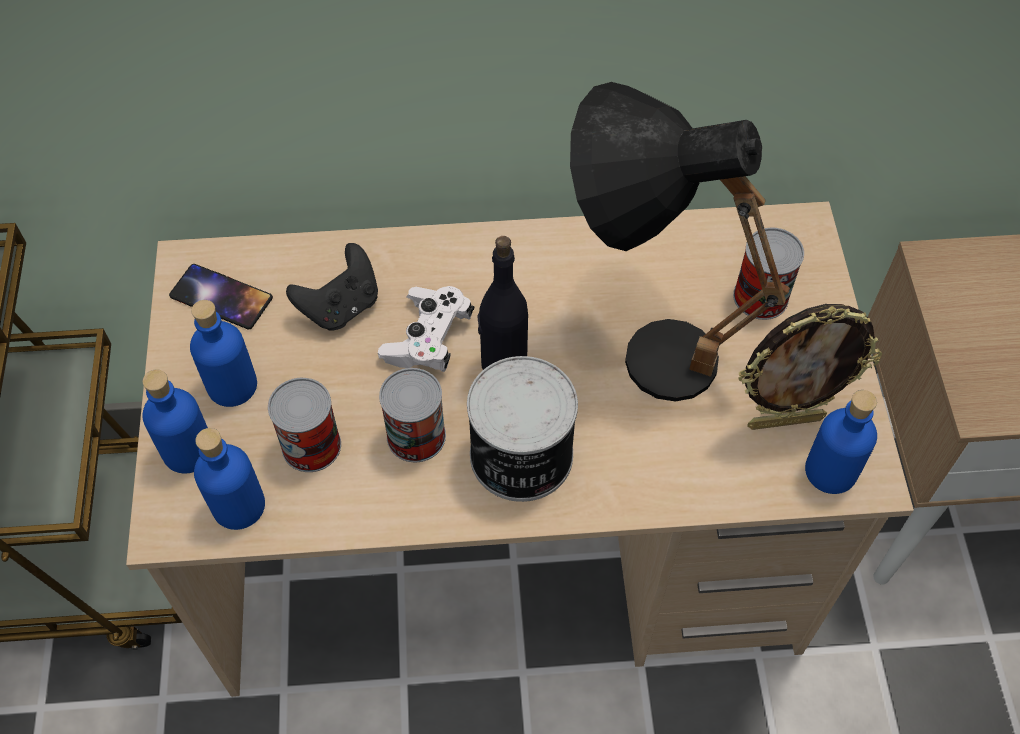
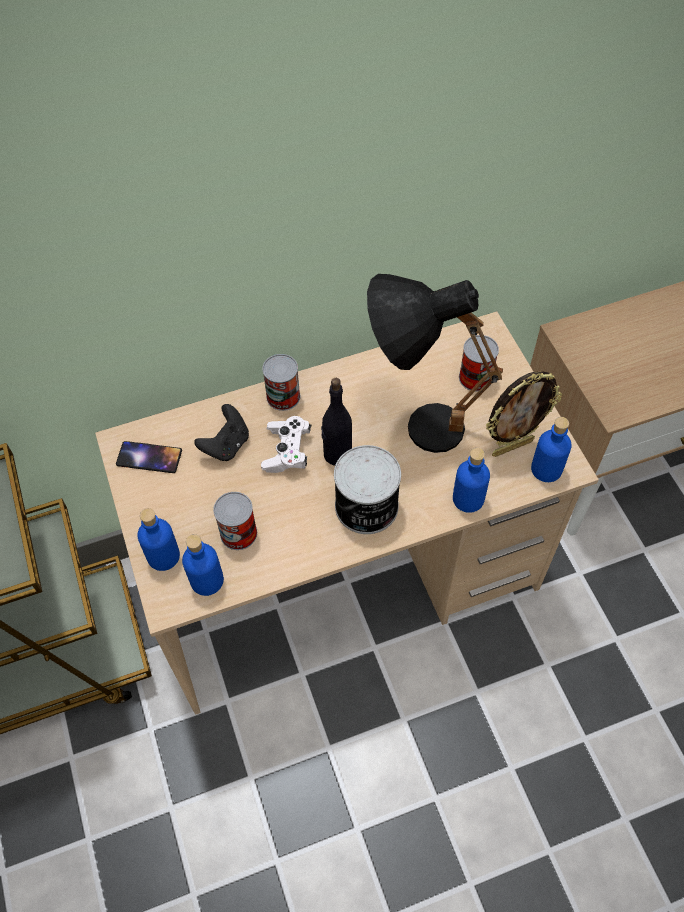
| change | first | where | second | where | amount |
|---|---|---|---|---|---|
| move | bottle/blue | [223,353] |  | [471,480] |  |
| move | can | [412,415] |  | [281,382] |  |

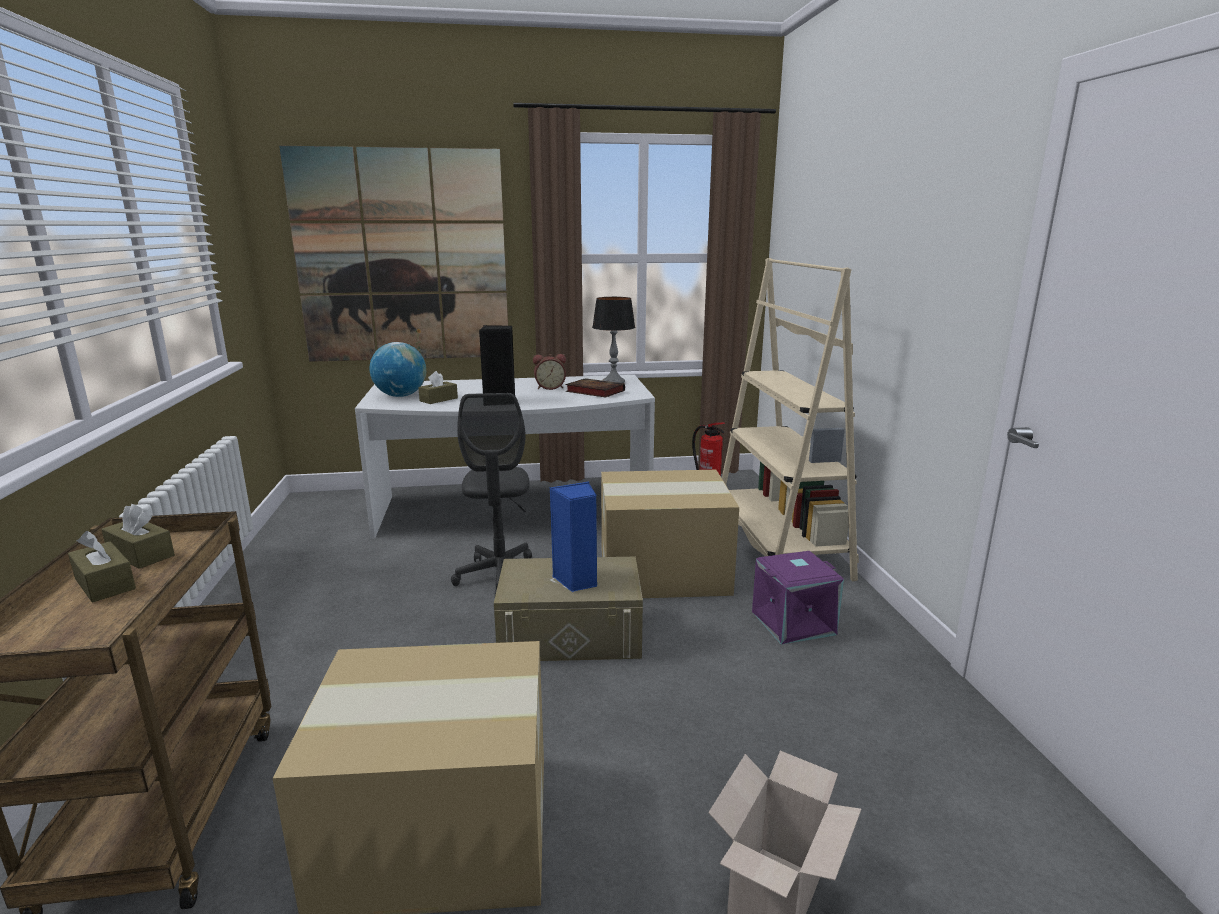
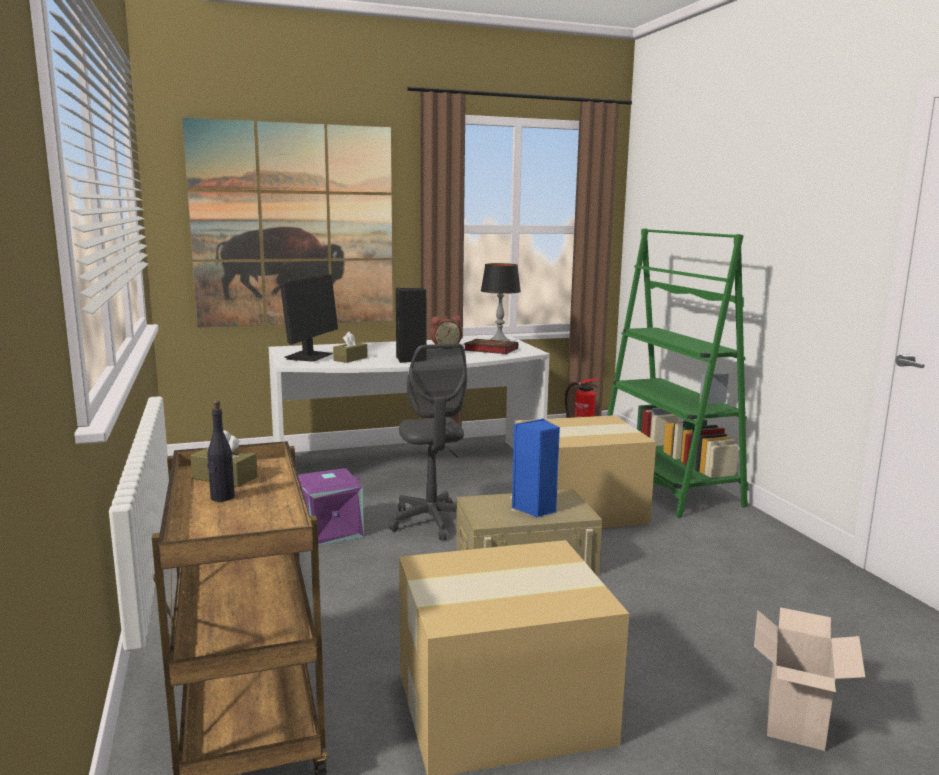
| change | first | where | second | where | amount |
|---|---|---|---|---|---|
| recolor | bookcase/beige | [790,419] | bookcase/green | [677,373] |  |
| replace | globe | [397,369] | monitor | [309,318] |  |
| replace | tissue box/brown | [102,566] | bottle/black | [221,451] |  |
| move | storage box/purple | [798,597] |  | [331,506] |  |

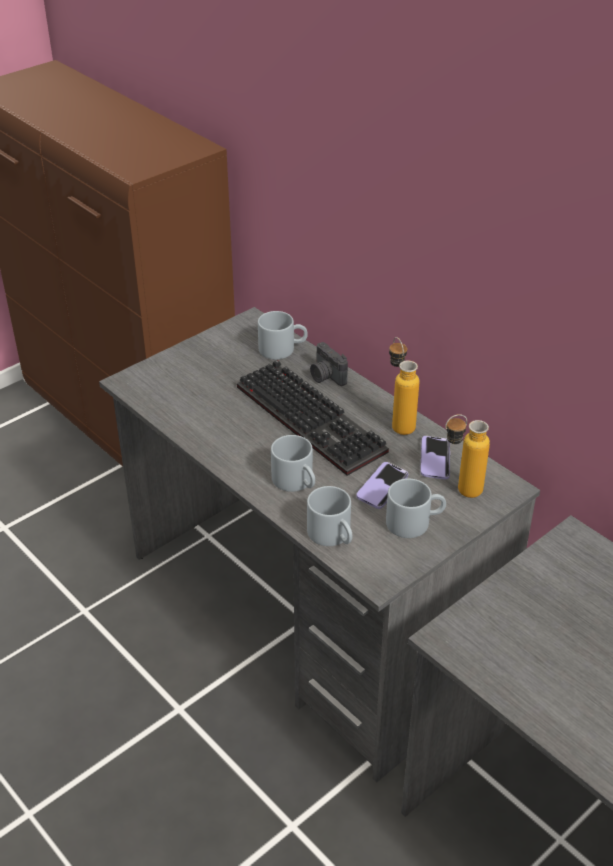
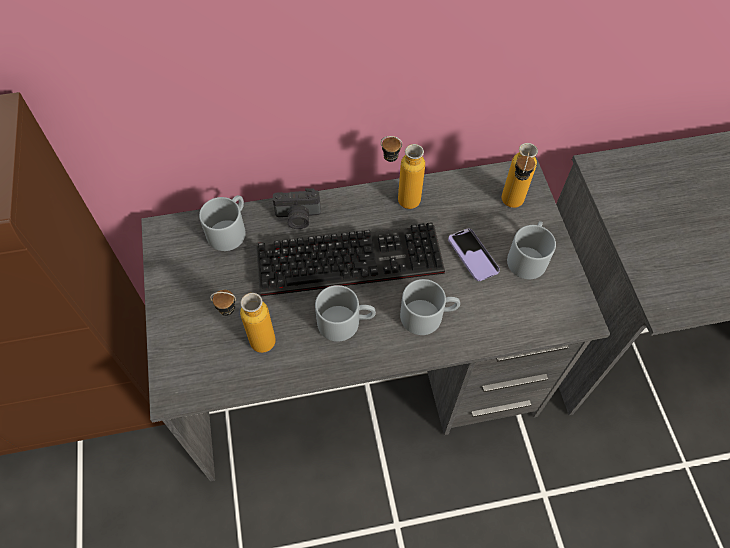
| change | first | where | second | where | amount |
|---|---|---|---|---|---|
| delete | phone | [435,458] |  |  |  |
| move | mug/grey | [329,516] |  | [345,313] |  |
| insert |  |  | bottle | [243,321] |  |

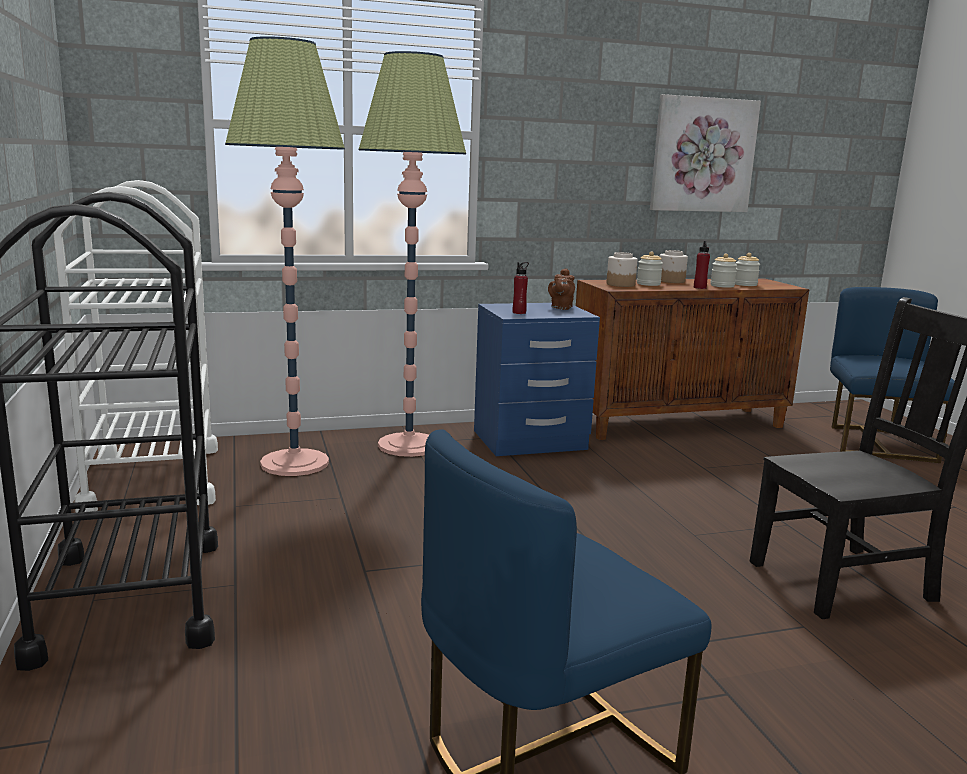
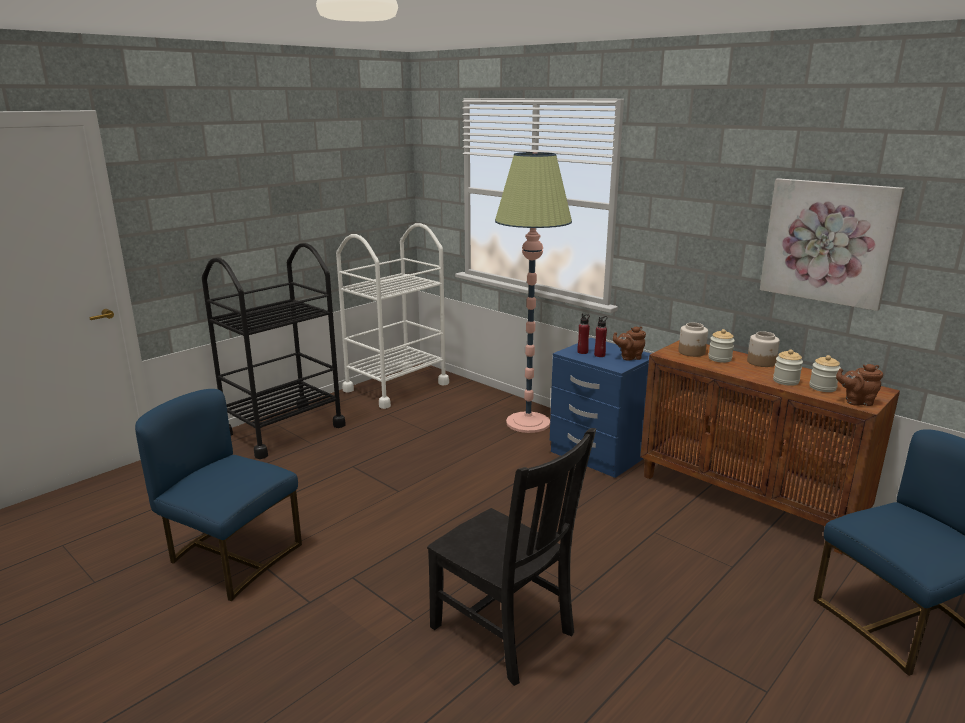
| change | first | where | second | where | amount |
|---|---|---|---|---|---|
| delete | floor lamp | [285,256] |  |  |  |
| move | bottle/red | [702,264] |  | [601,336] |  |
| insert |  |  | teapot/brown | [859,385] |  |

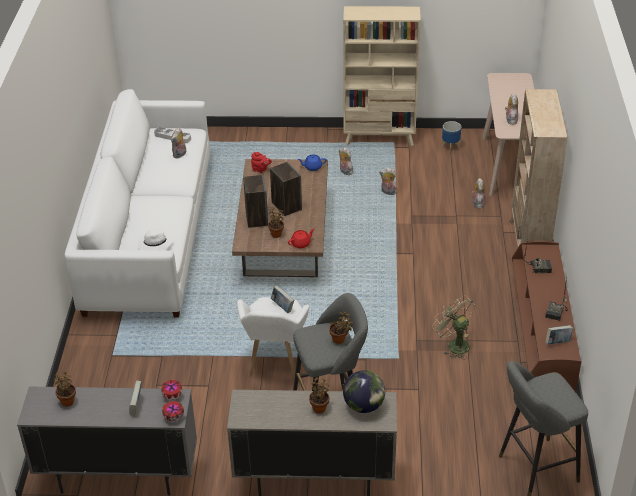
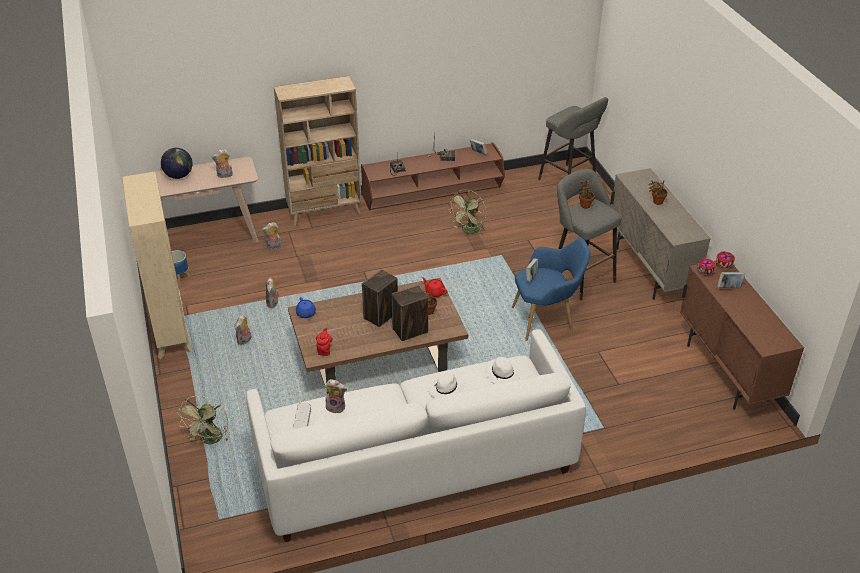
| change | first | where | second | where | amount |
|---|---|---|---|---|---|
| recolor | armchair/white | [273,338] | armchair/blue | [551,289] |  |
| move | globe | [364,391] |  | [177,163] |  |
| delete | potted plant | [65,389] |  |  |  |
| recolor | cabinet/grey | [107,441] | cabinet/brown | [742,335] |  |
| insert |  |  | hat/white | [446,385] |  |
| insert |  |  | fan/green | [204,420] |  |

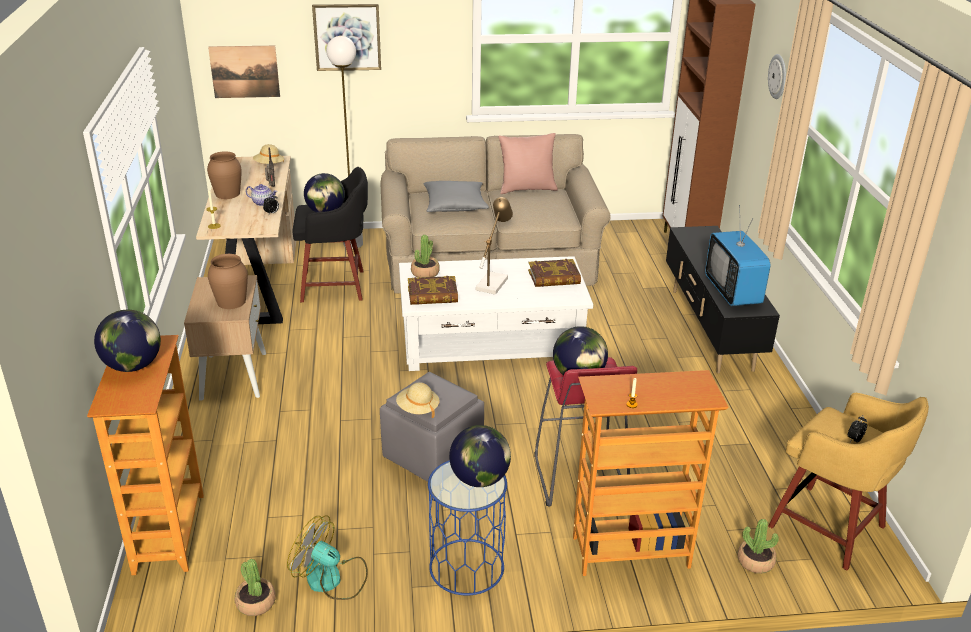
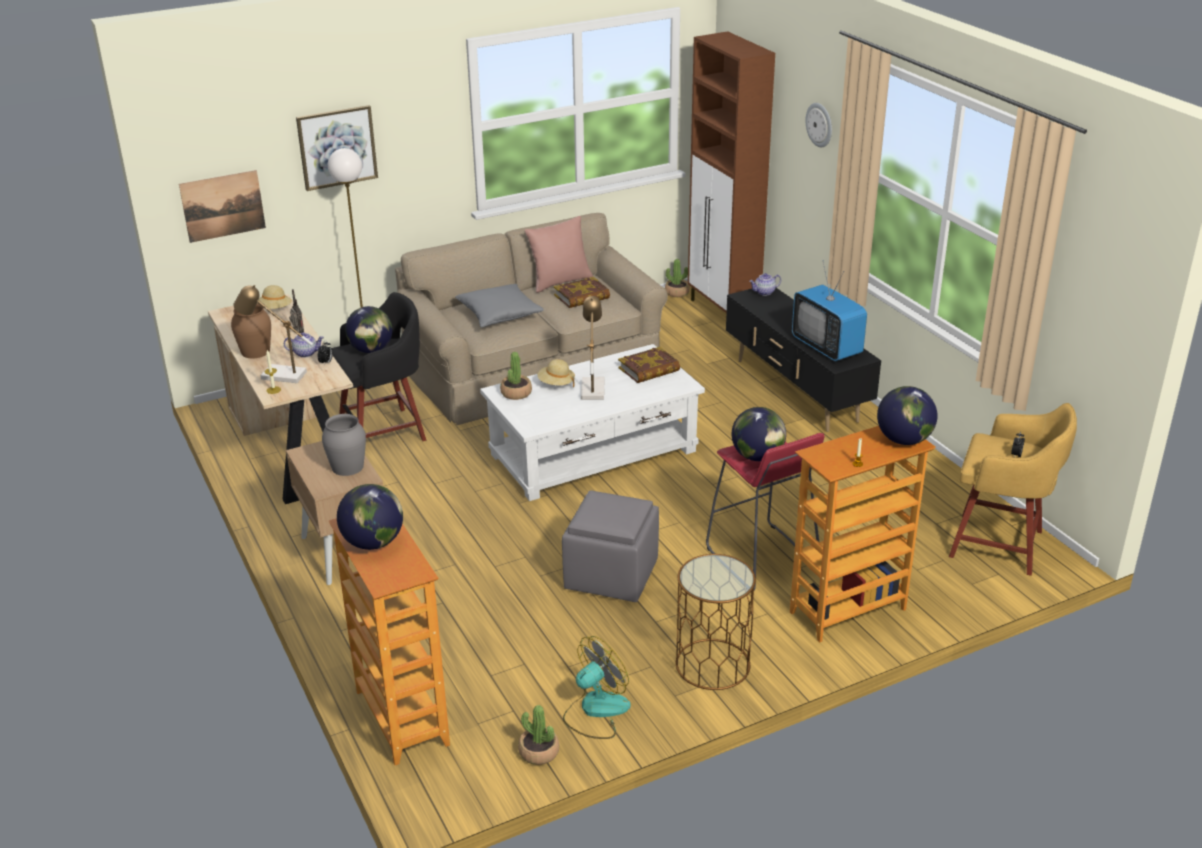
| change | first | where | second | where | amount |
|---|---|---|---|---|---|
| recolor | vase/brown | [228,281] | vase/grey | [344,445] |  |
| move | book | [433,290] |  | [582,292] |  |
| move | hat/beige | [417,400] |  | [556,373] |  |
| move | globe | [480,456] |  | [907,415] |  |
| recolor | side table/blue | [467,527] | side table/brown | [716,622] |  |
| rotate | fan | [327,558] |  | [597,687] | 135 degrees clockwise |
| move | potted plant | [758,546] |  | [677,278] |  |
| insert |  |  | teapot | [765,284] |  |
| insert |  |  | table lamp | [273,334] |  |

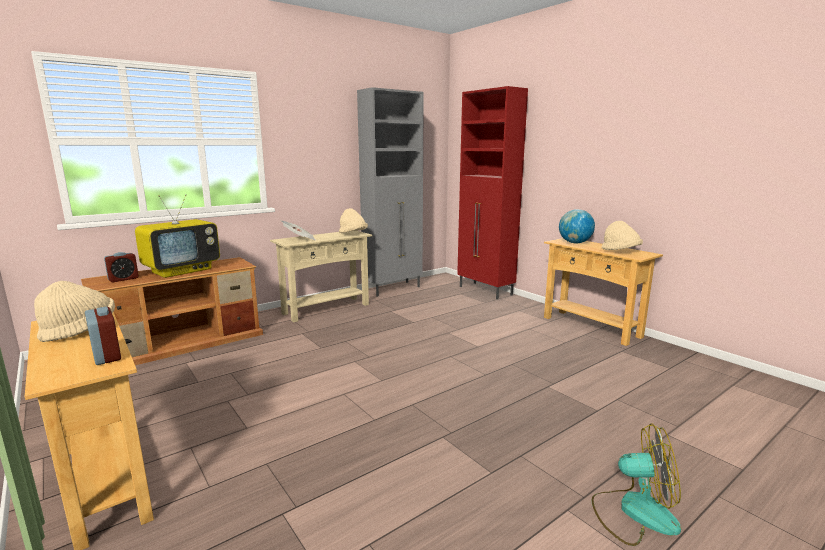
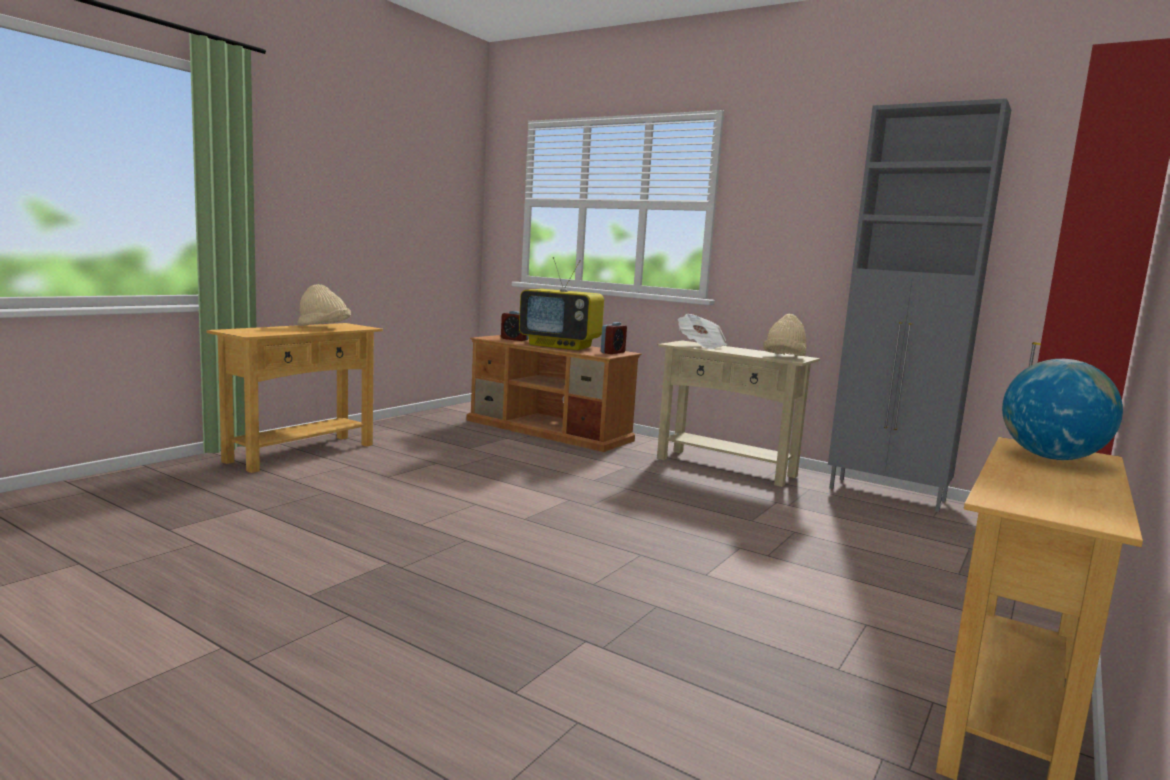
| change | first | where | second | where | amount |
|---|---|---|---|---|---|
| delete | hat/beige | [622,235] |  |  |  |
| move | alarm clock | [103,336] |  | [614,338] |  |
| delete | fan | [636,484] |  |  |  |

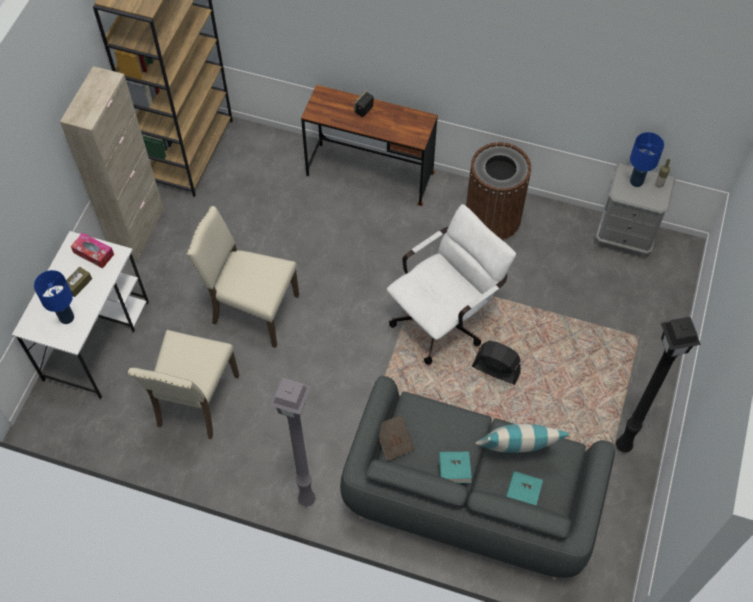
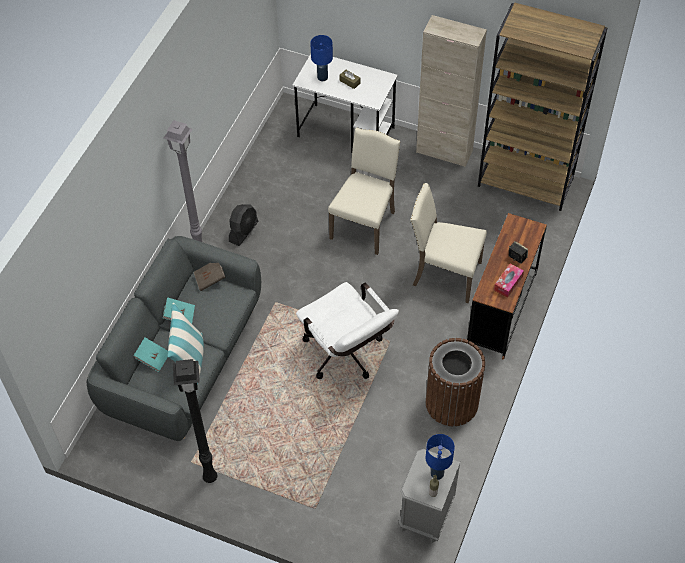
| change | first | where | second | where | amount |
|---|---|---|---|---|---|
| move | tissue box | [92,250] |  | [509,280] |  |
| move | chair/beige | [183,384] |  | [448,243] |  |
| move | fan/black | [496,363] |  | [243,225] |  |

